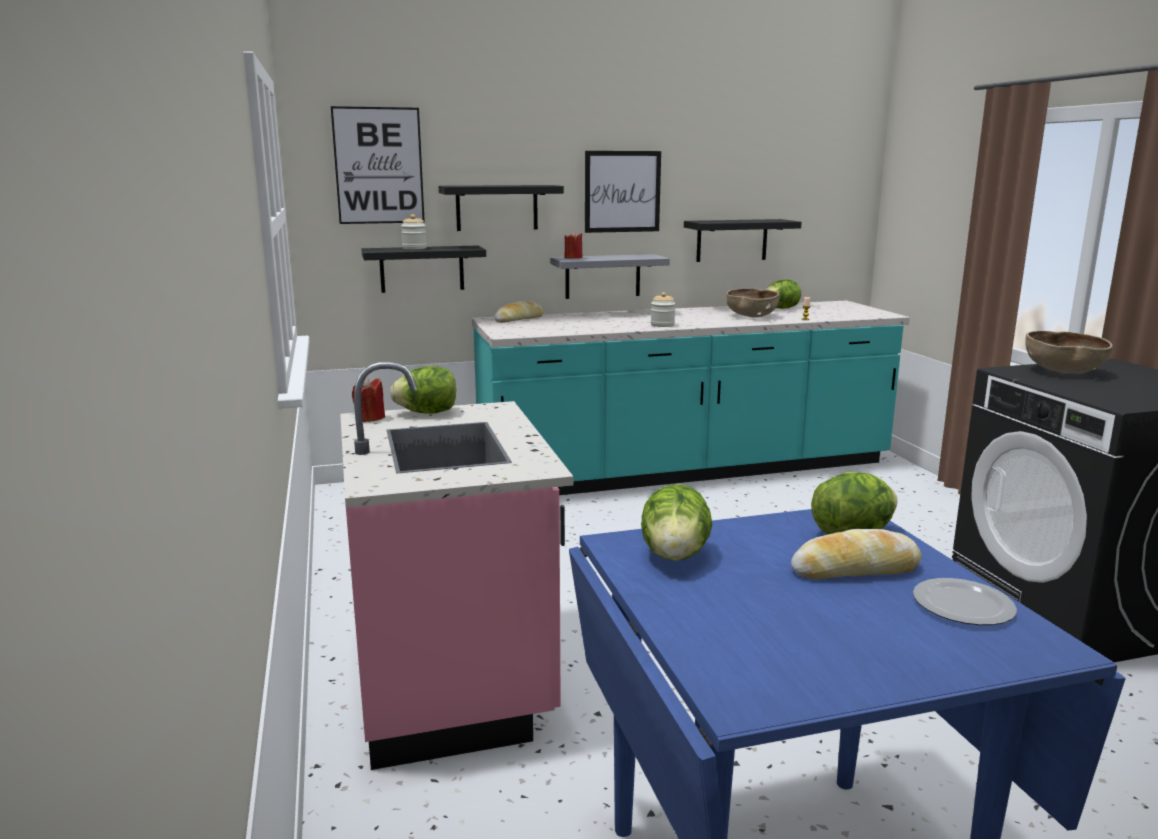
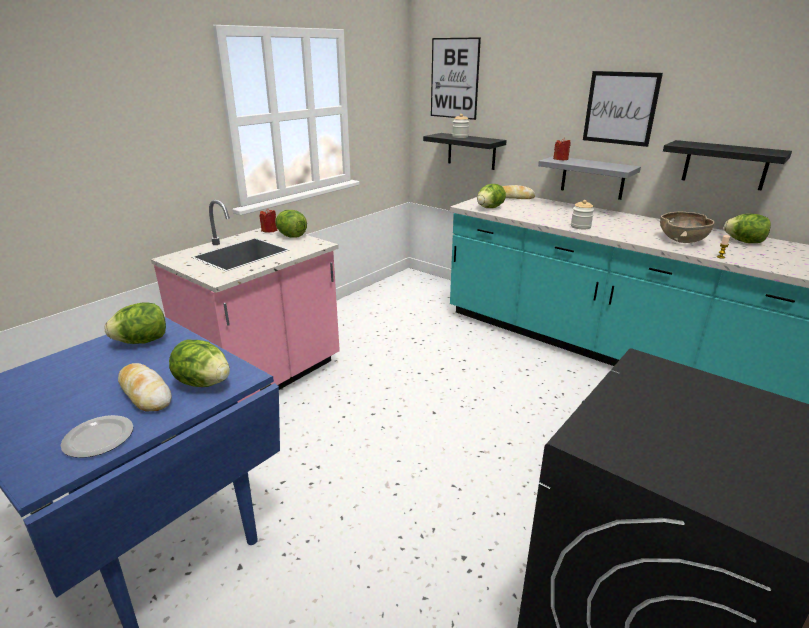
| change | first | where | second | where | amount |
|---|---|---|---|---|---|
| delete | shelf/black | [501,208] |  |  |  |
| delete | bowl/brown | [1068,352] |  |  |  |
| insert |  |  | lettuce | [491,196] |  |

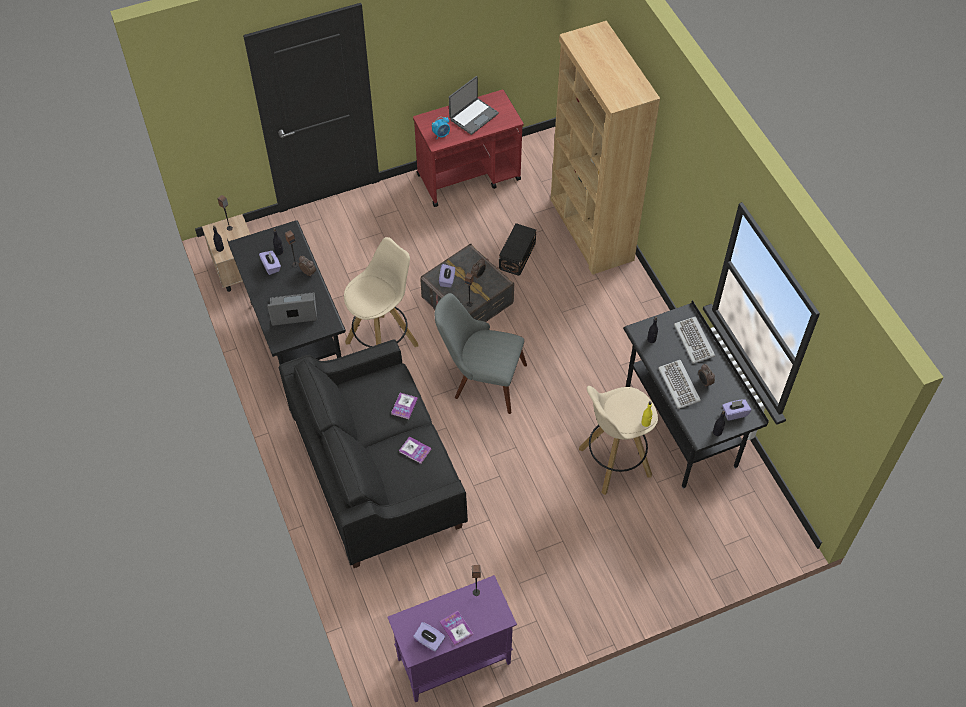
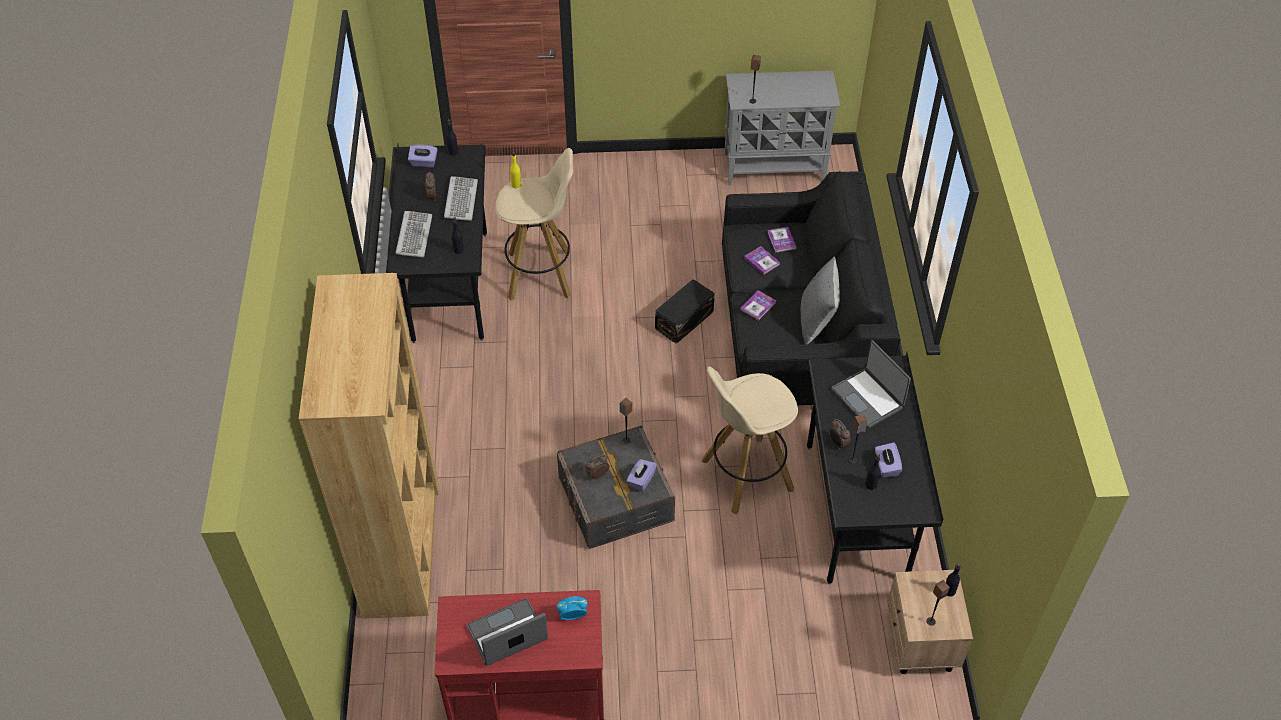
| change | first | where | second | where | amount |
|---|---|---|---|---|---|
| move | storage box/black | [517,249] |  | [685,311] |  |
| rotate | laptop | [292,309] |  | [871,384] | 45 degrees clockwise |
| delete | chair/grey | [481,353] |  |  |  |
| recolor | cabinet/purple | [452,638] | cabinet/grey | [782,128] |  |
| move | book | [456,628] |  | [782,240] |  |
| delete | tissue box/purple | [429,637] |  |  |  |
| insert |  |  | pillow/grey | [820,300] |  |

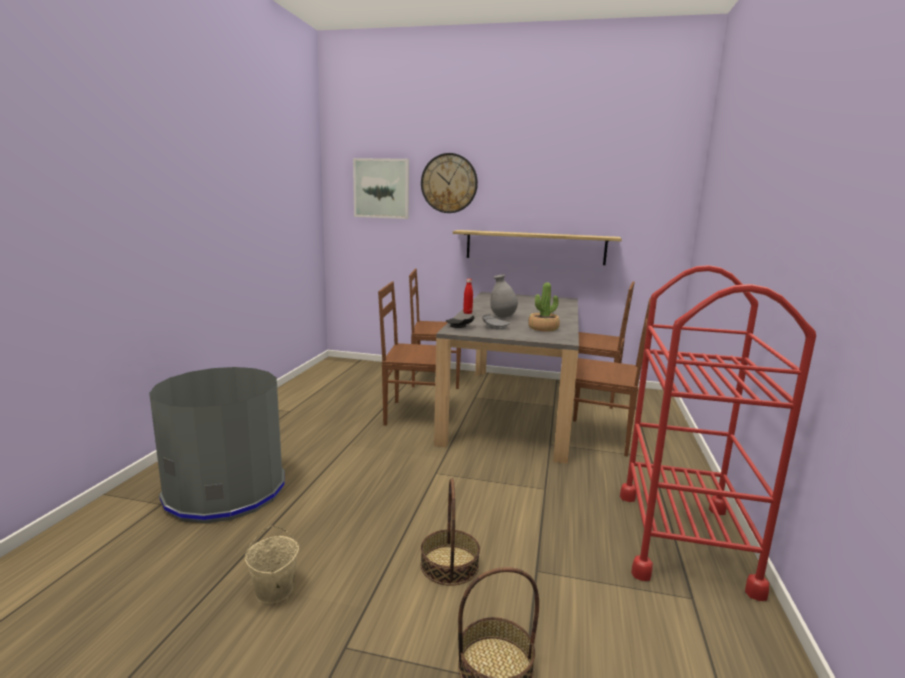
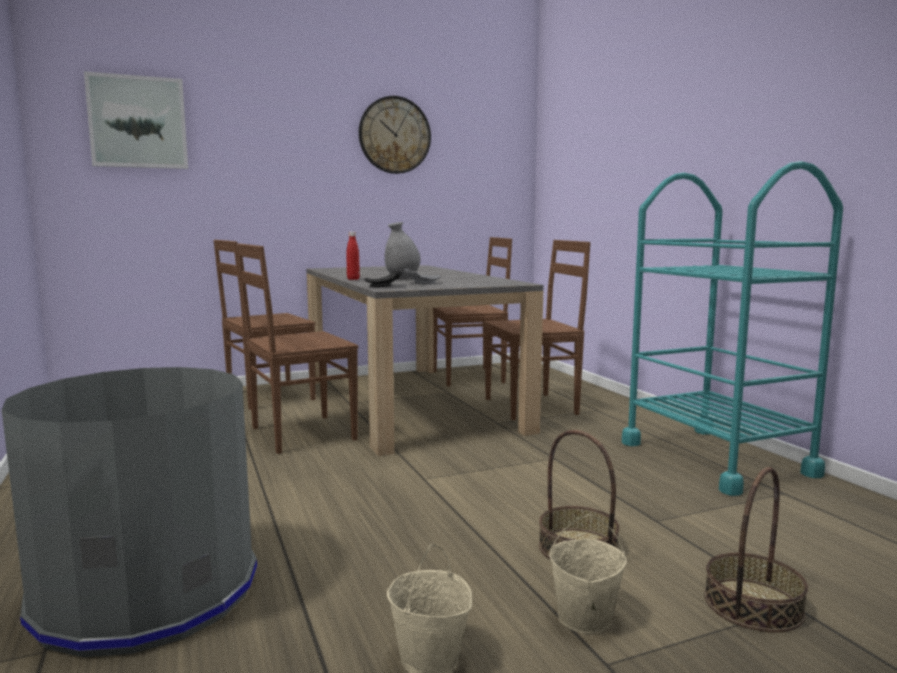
| change | first | where | second | where | amount |
|---|---|---|---|---|---|
| move | wall clock | [449,183] |  | [395,135] |  |
| delete | shelf | [537,247] |  |  |  |
| recolor | cart/red | [718,433] | cart/turquoise | [732,328] |  |
| delete | potted plant | [544,307] |  |  |  |
| insert |  |  | bucket/beige | [588,574] |  |

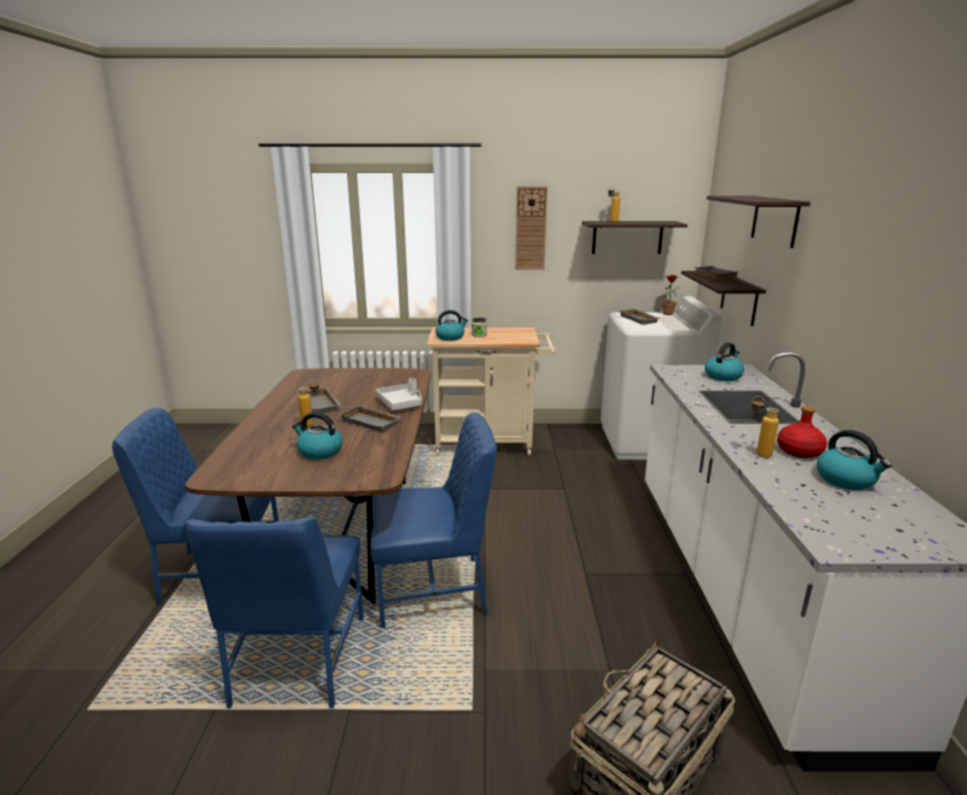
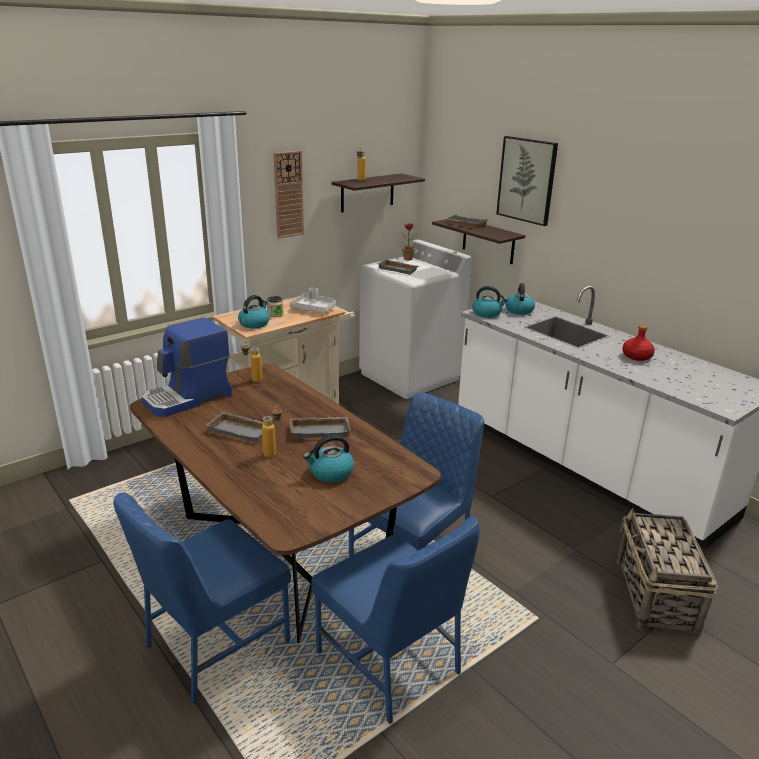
| change | first | where | second | where | amount |
|---|---|---|---|---|---|
| replace | shelf | [758,222] | picture | [527,181] |  |
| move | tray/grey | [398,394] |  | [313,300] |  |
| move | bottle | [765,427] |  | [251,362] |  |
| move | kettle | [854,460] |  | [490,302] |  |
| insert |  |  | coffee machine | [187,367] |  |

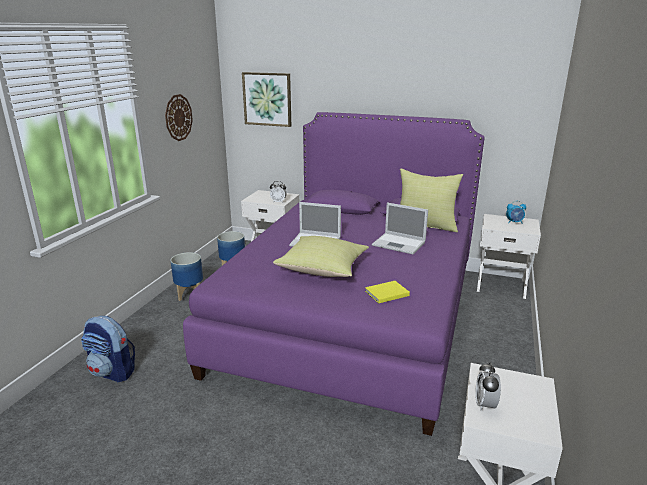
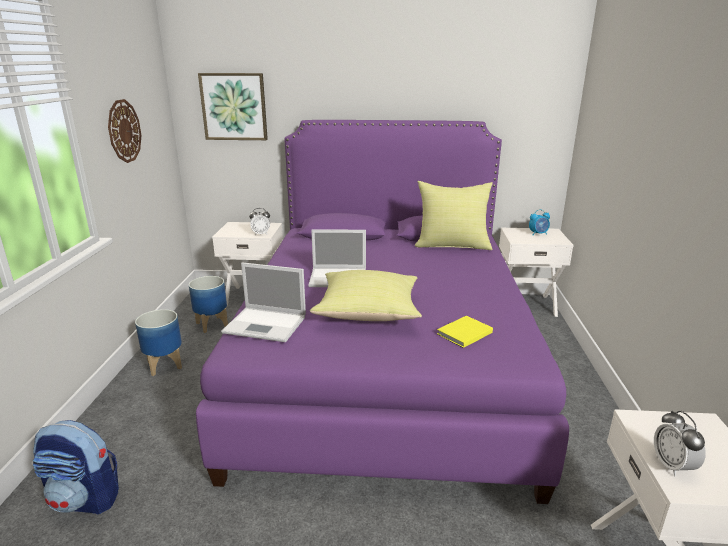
| change | first | where | second | where | amount |
|---|---|---|---|---|---|
| move | laptop | [400,228] |  | [263,302] |  |

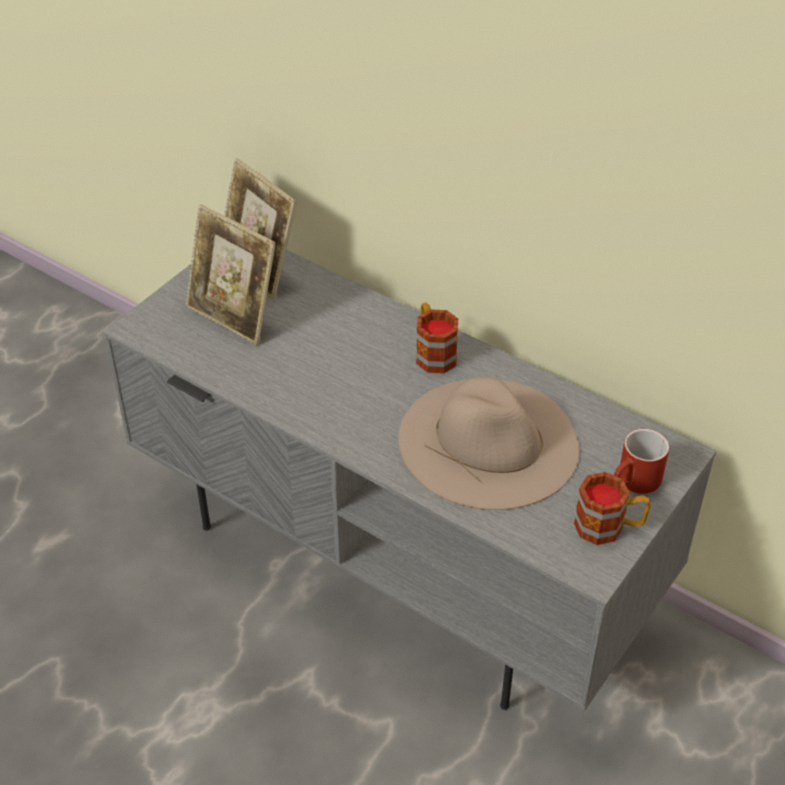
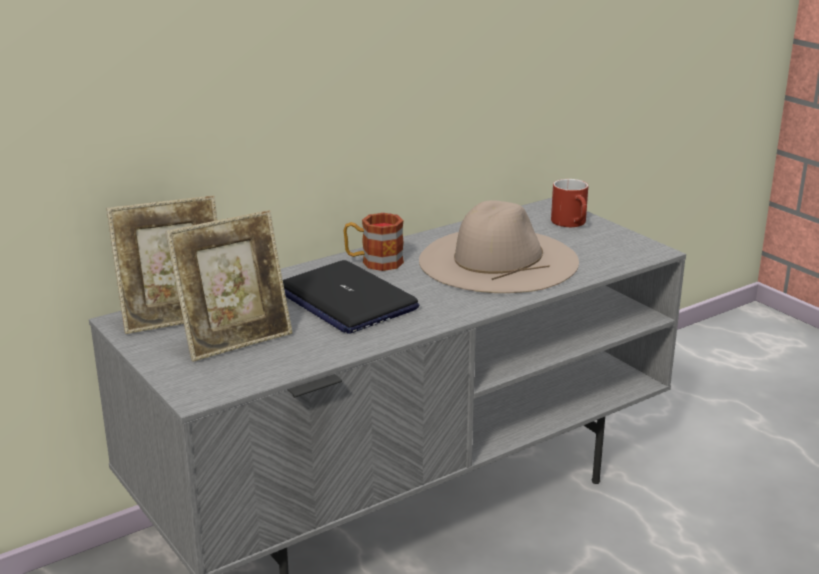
| change | first | where | second | where | amount |
|---|---|---|---|---|---|
| delete | mug | [612,508] |  |  |  |
| insert |  |  | laptop | [351,297] |  |

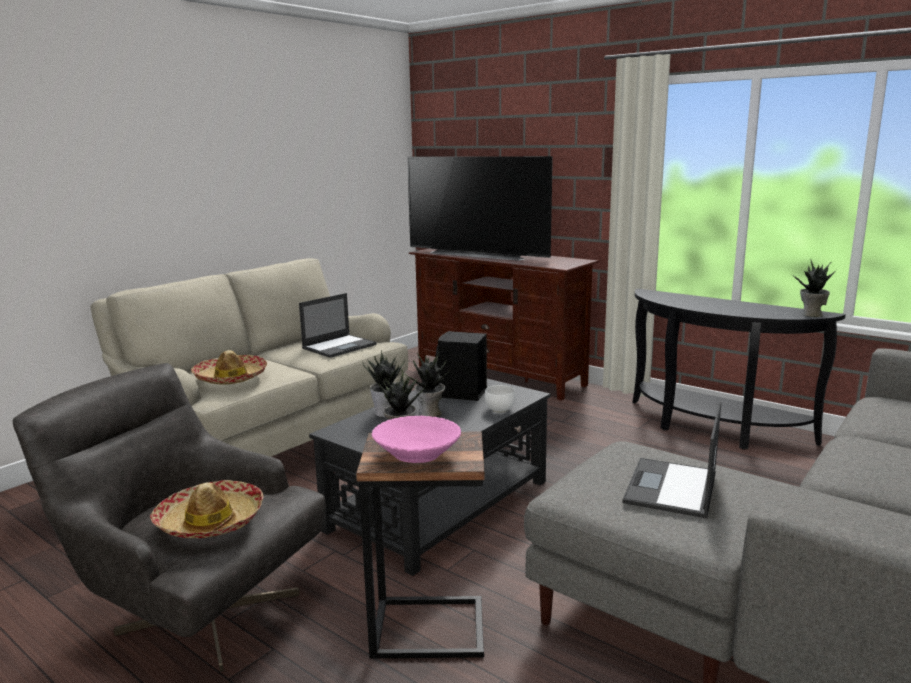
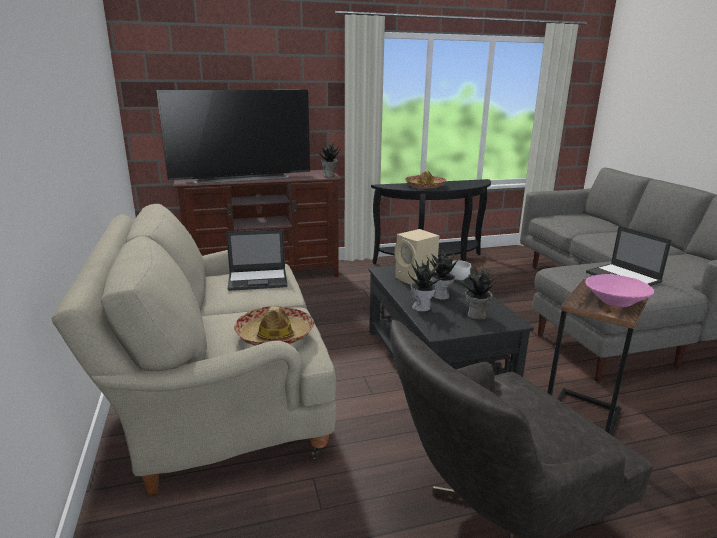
| change | first | where | second | where | amount |
|---|---|---|---|---|---|
| move | potted plant | [813,288] |  | [328,158] |  |
| rotate | laptop | [338,325] |  | [257,260] | 90 degrees clockwise |
| recolor | speaker/black | [461,366] | speaker/beige | [416,257] |  |
| move | hat | [206,509] |  | [426,179] |  |

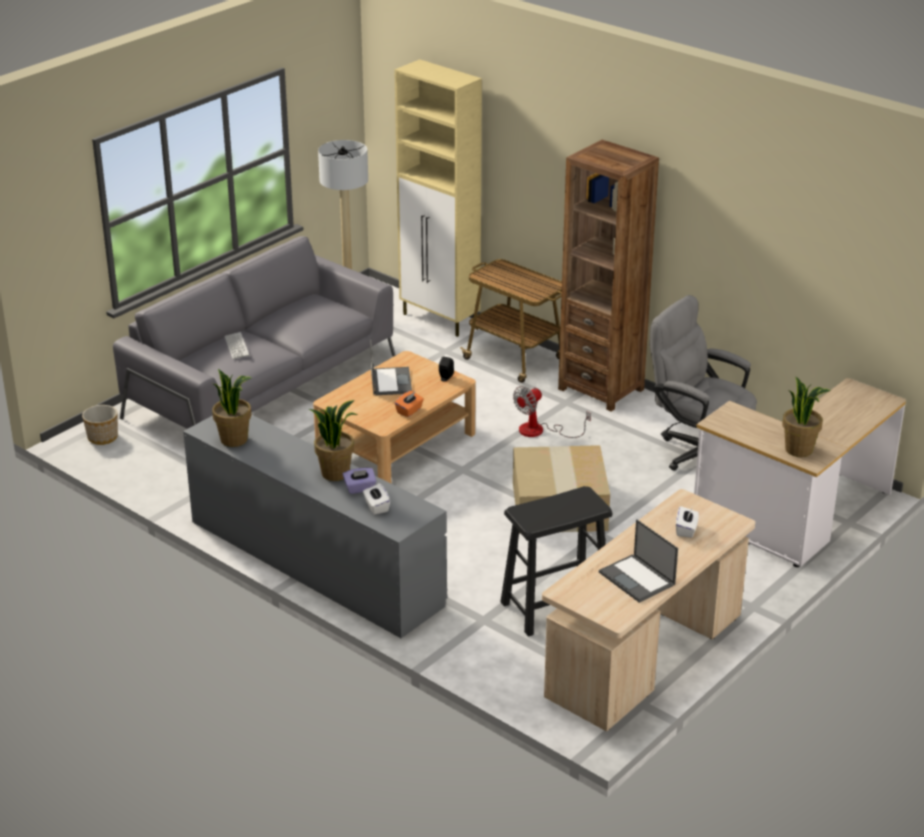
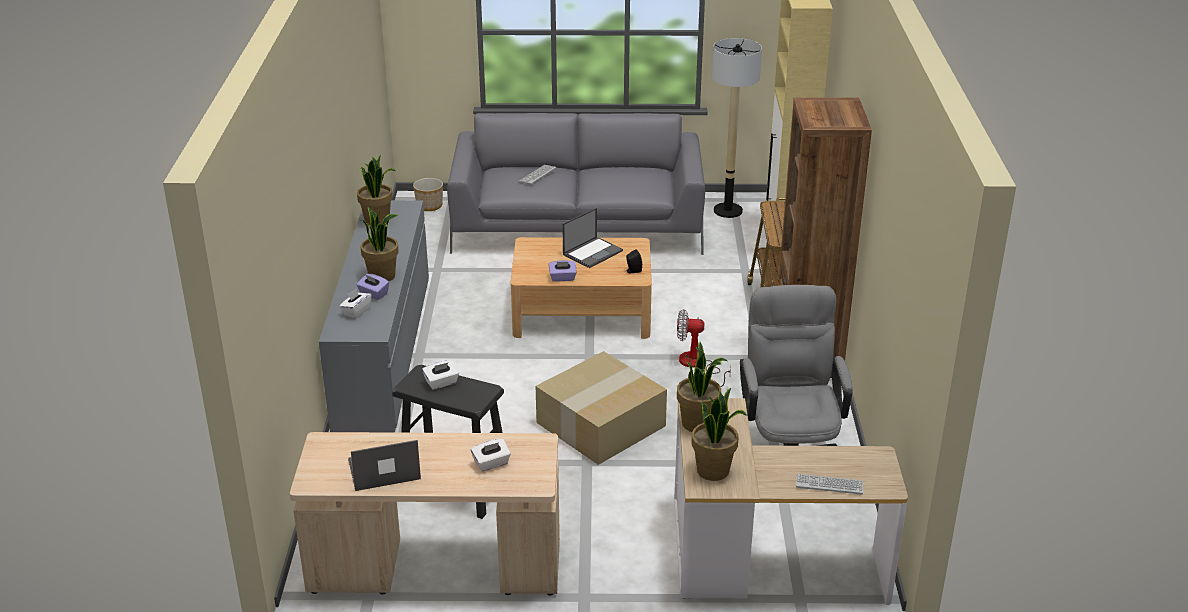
| change | first | where | second | where | amount |
|---|---|---|---|---|---|
| recolor | tissue box/orange | [409,404] | tissue box/purple | [562,271] |  |
| rotate | laptop | [638,561] |  | [384,465] | 60 degrees clockwise |
| insert |  |  | potted plant | [702,387] |  |
| insert |  |  | tissue box/white | [440,375] |  |
| insert |  |  | keyboard | [829,484] |  |

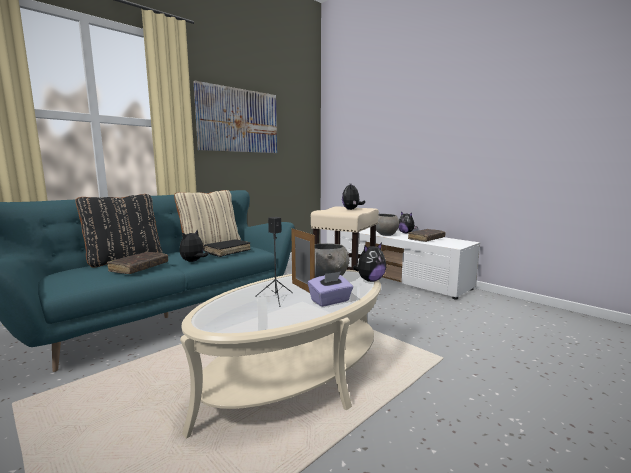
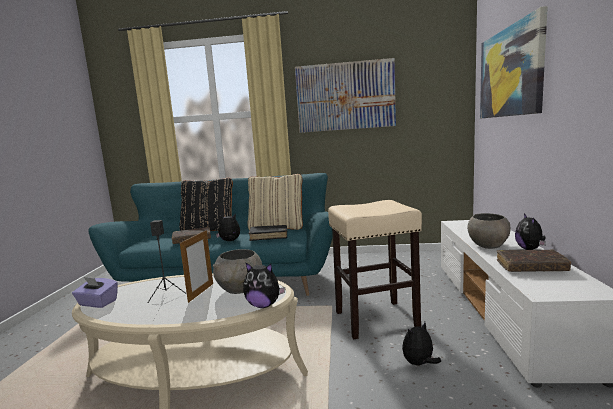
| change | first | where | second | where | amount |
|---|---|---|---|---|---|
| move | plush toy | [353,197] |  | [421,343] |  |
| move | tissue box/purple | [330,289] |  | [95,292] |  |
| insert |  |  | picture | [514,62] |  |

